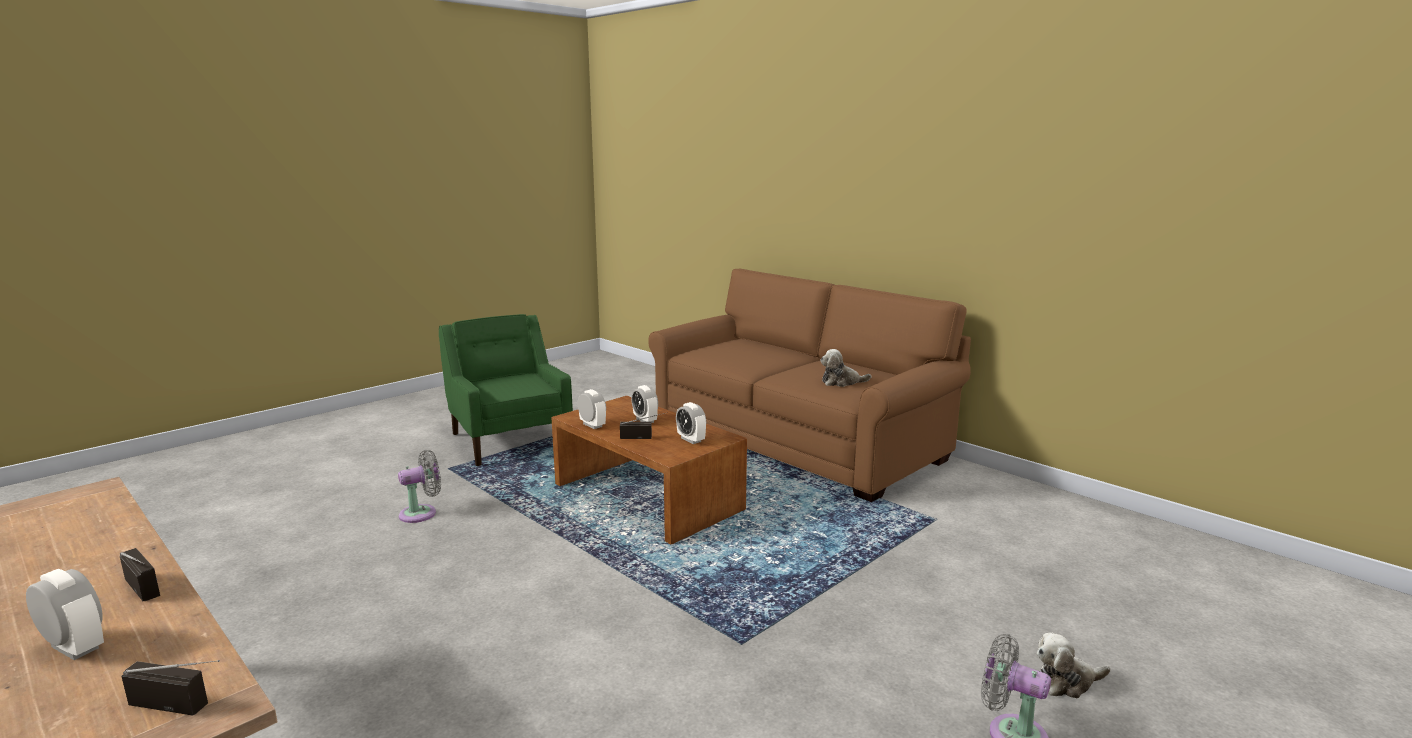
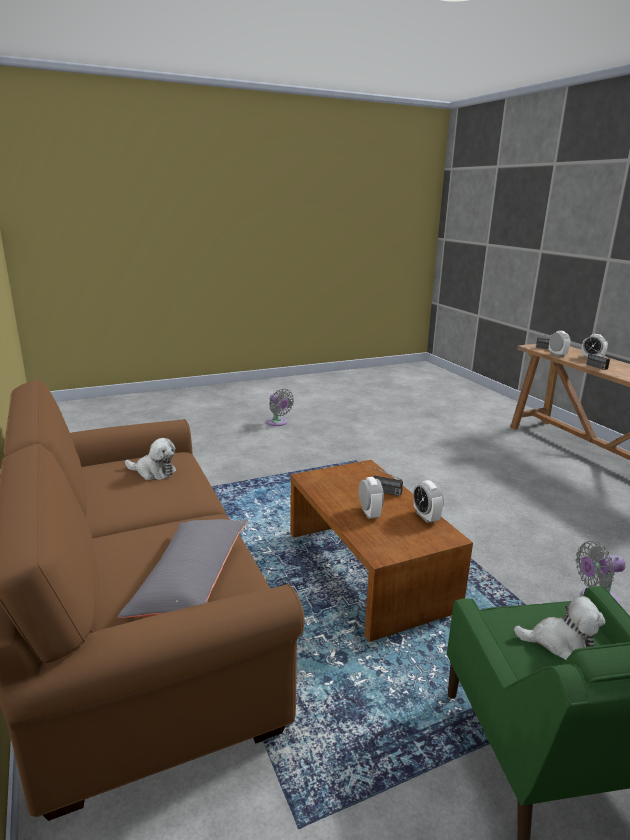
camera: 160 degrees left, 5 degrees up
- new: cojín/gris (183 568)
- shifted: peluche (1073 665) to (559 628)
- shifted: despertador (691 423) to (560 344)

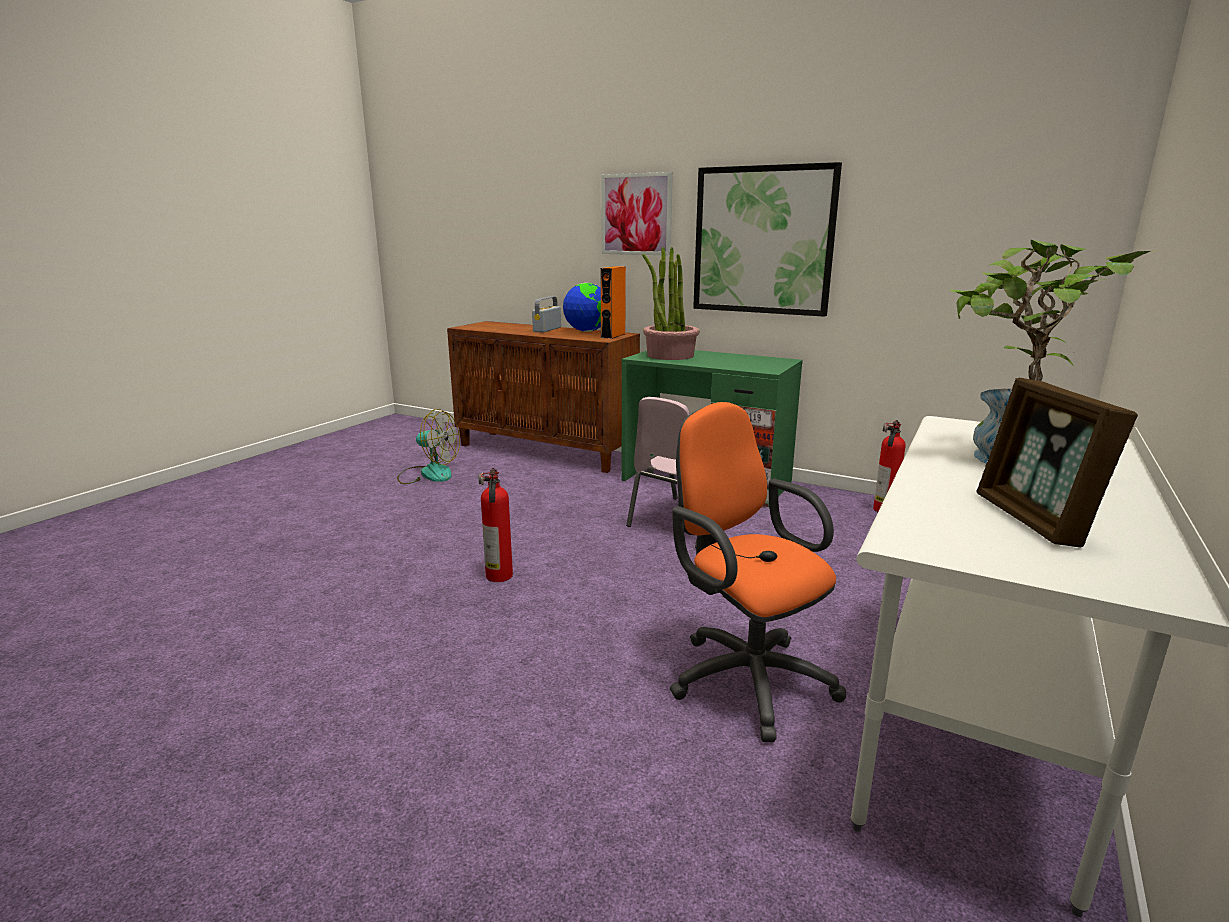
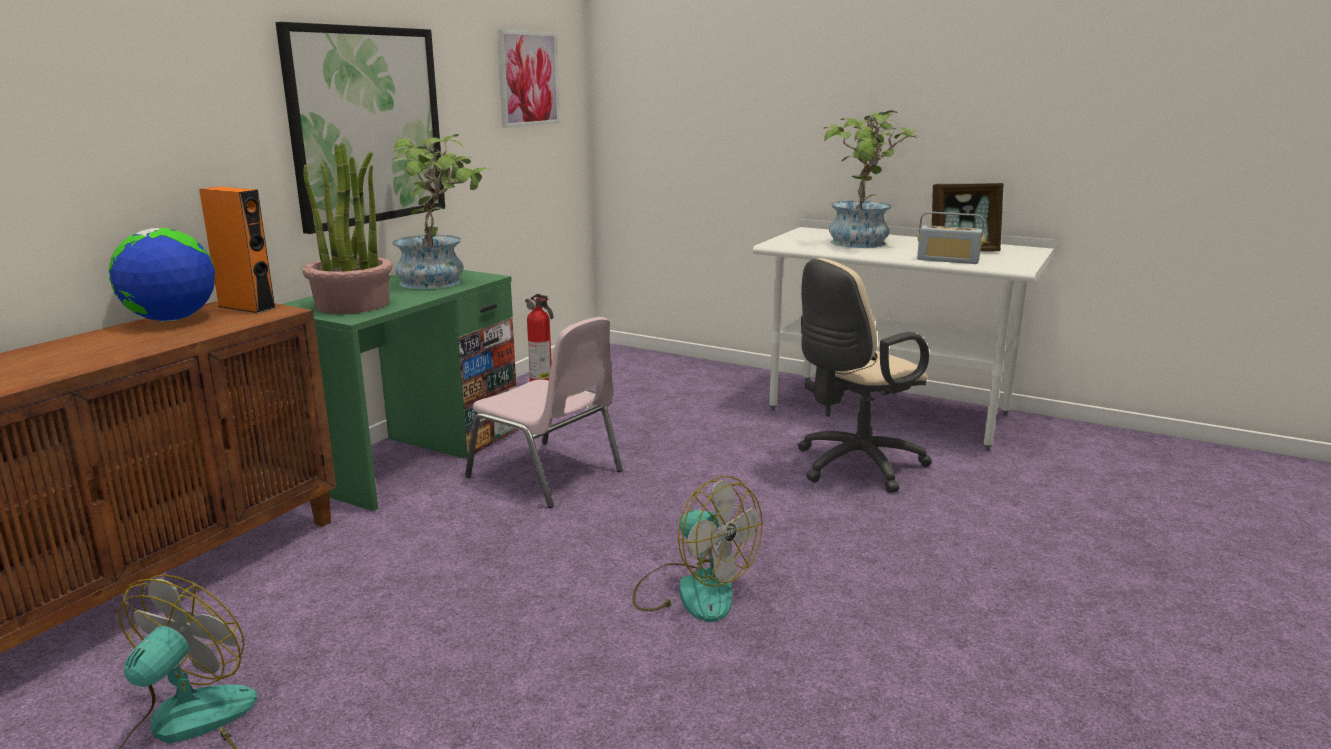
camera: 90 degrees left, 0 degrees up
- new: planta en maceta (441 211)
- shifted: cuadro (637 213) to (528 78)
- swapped: extintor (496 525) to ventilador (698 549)
- repainted: silla de oficina/naranja (758 572) to silla de oficina/beis (864 375)
- shifted: radio (546 314) to (950 238)

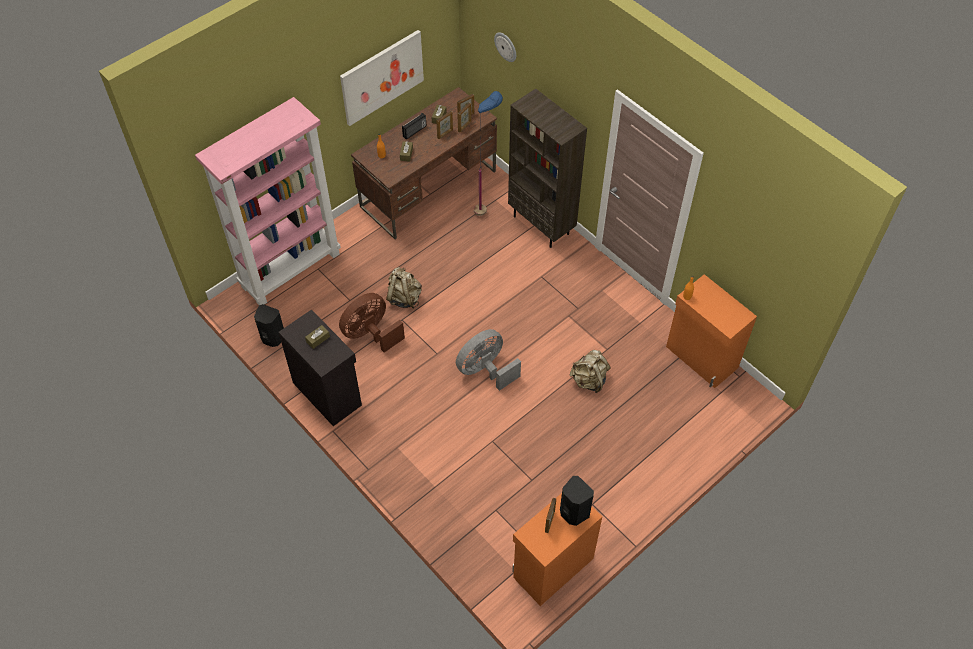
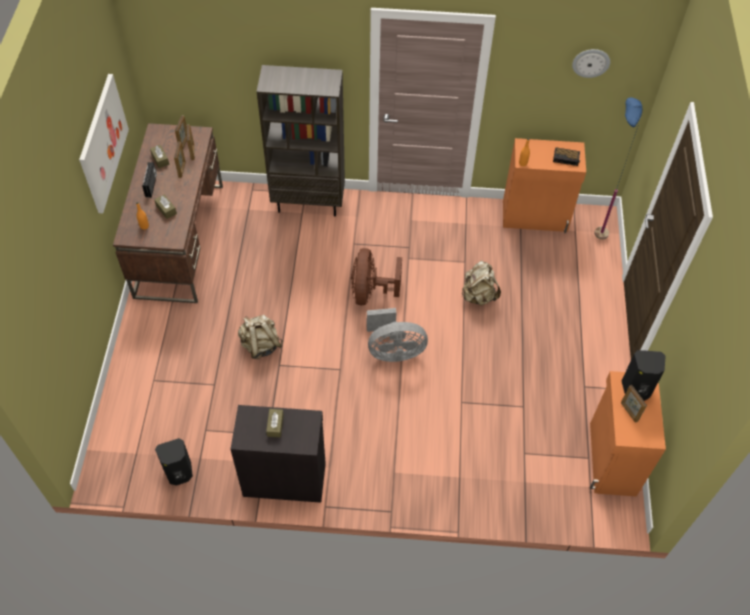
camera: 45 degrees left, 0 degrees up
- shifted: ventilador/marrón (372 323) to (376 276)
- rotated: ventilador/gris (488 360) = (397 335) 105 degrees counterclockwise
- new: despertador (566 156)
- shifted: reloj de pared (505 47) to (591 63)
- shifted: lámpara de pie/azul (488 153) to (618 168)
- gone: estantería/rosa (268 201)

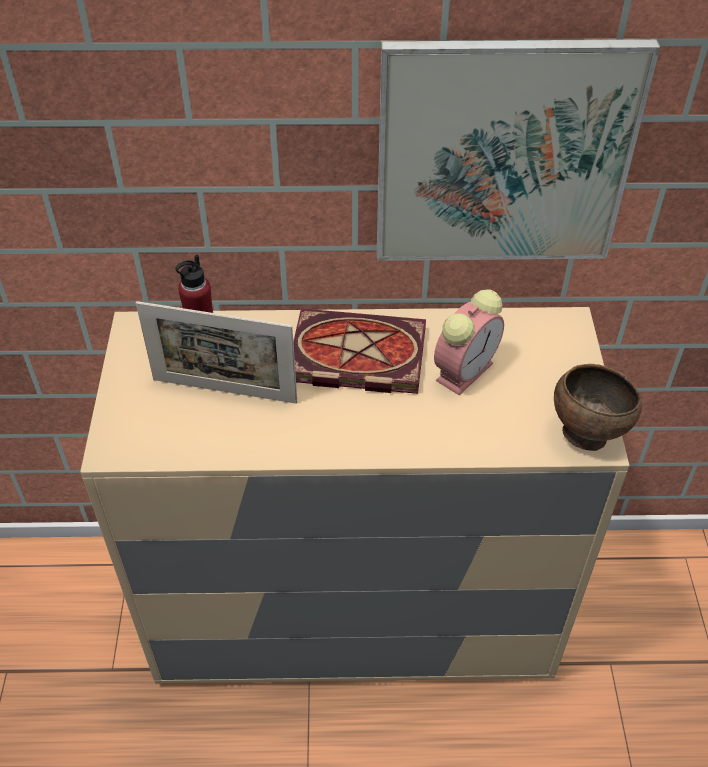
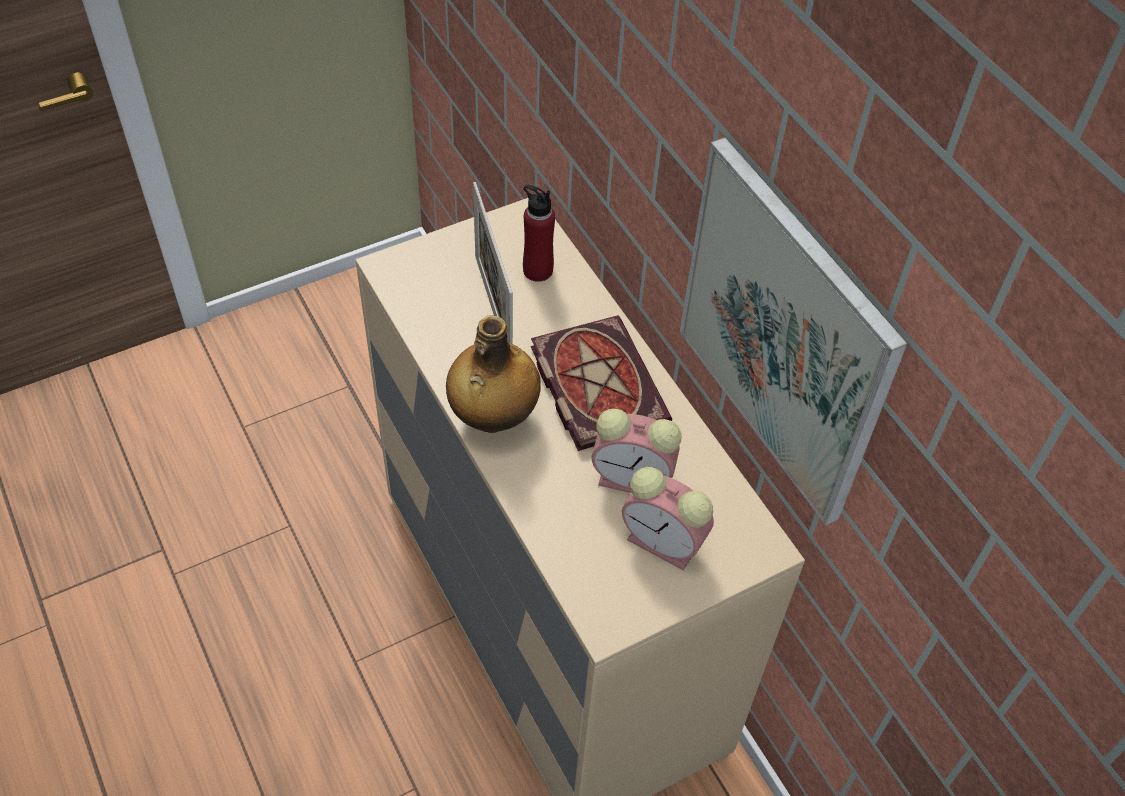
camera: 60 degrees right, 5 degrees up
- new: botella (493 374)
- new: despertador (668 518)
- gone: cuenco/marrón (598 407)

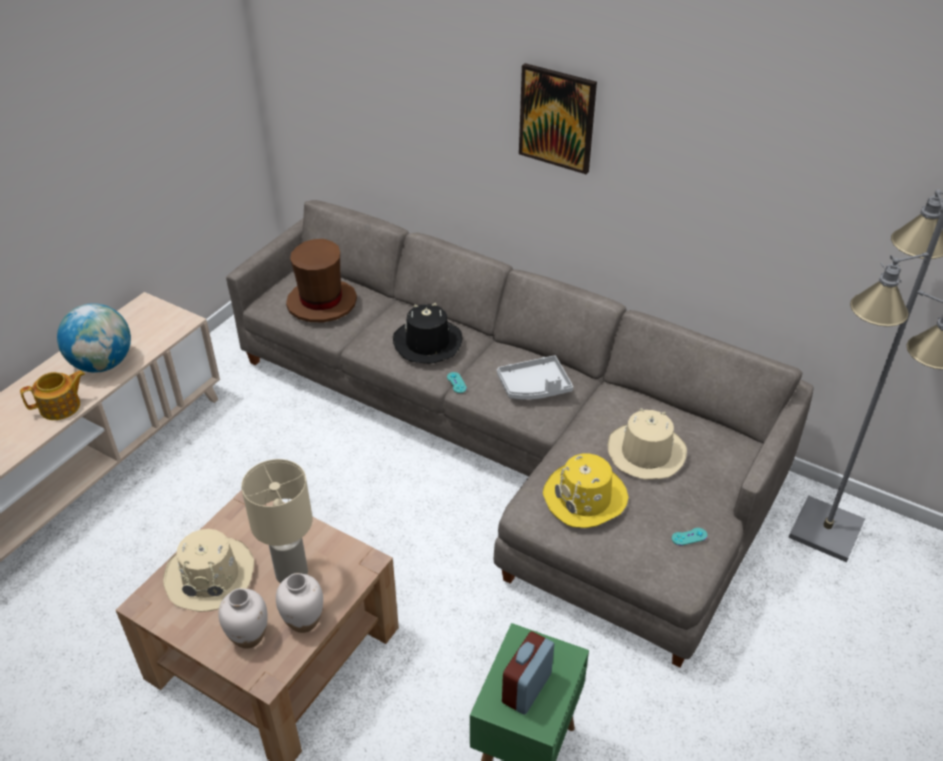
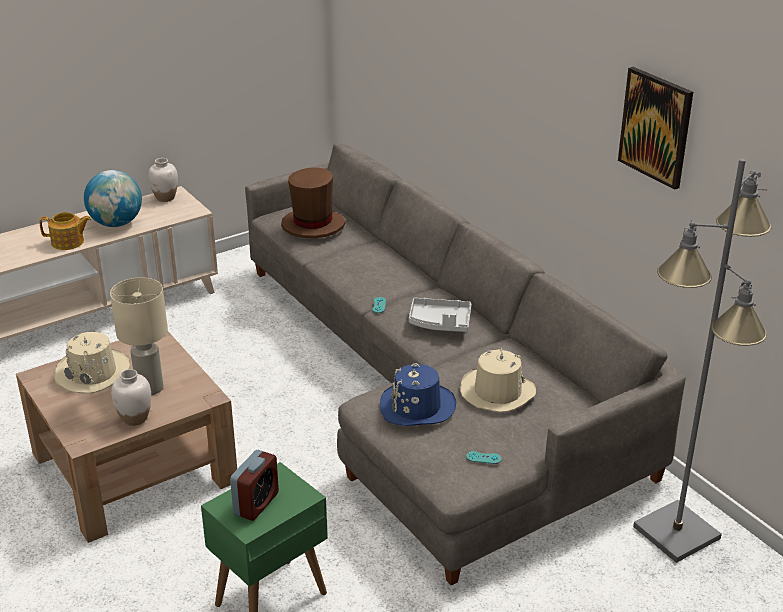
camera: 25 degrees right, 10 degrees down
- shifted: florero/blanco (243 618) to (163 180)
- rotated: despertador (528 673) = (254 485) 150 degrees clockwise
- repainted: sombrero/amarillo (586 491) to sombrero/azul (418 394)
- shifted: cuadro (558 118) to (655 128)
- gone: sombrero/negro (428 333)

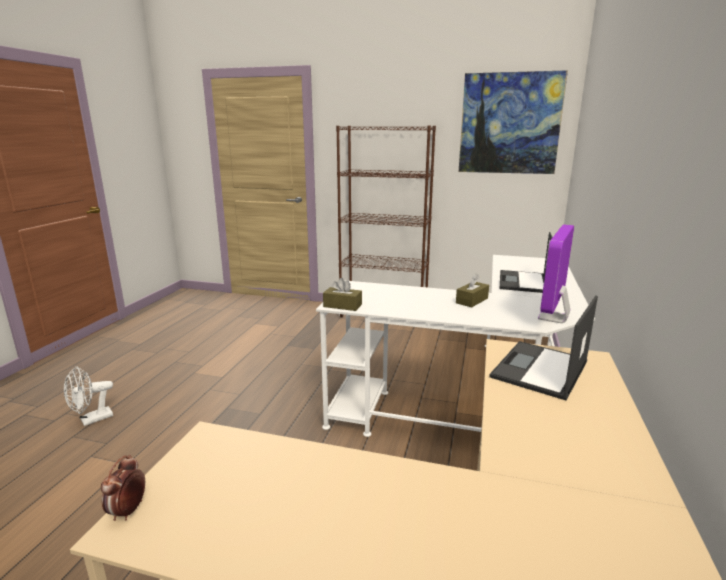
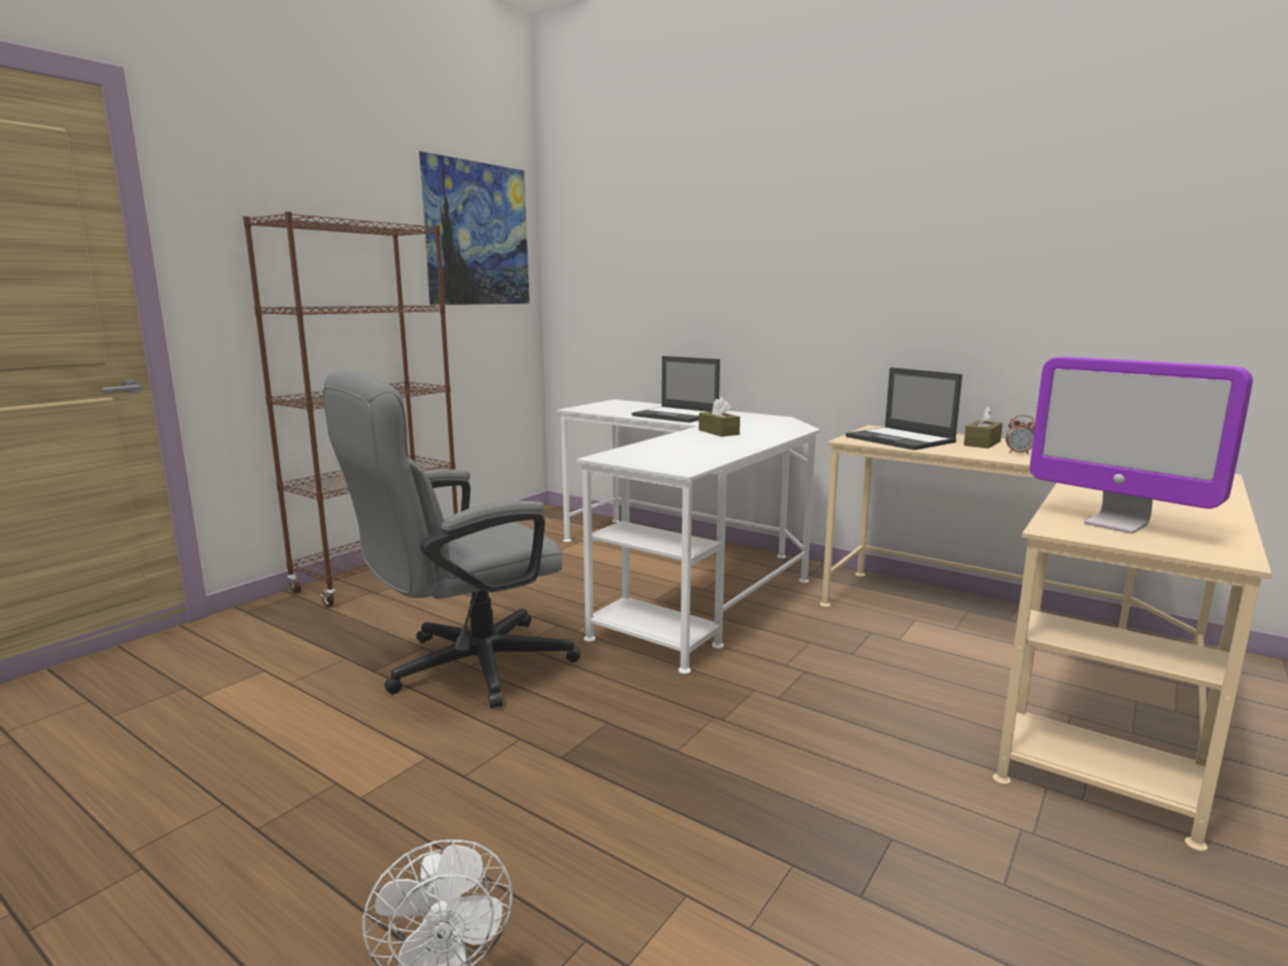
camera: 70 degrees left, 5 degrees down
- new: silla de oficina/gris (452 539)
- shifted: caja de pañuelos/marrón (342 294) to (983 427)
- shifted: despertador (123 488) to (1020 435)
- shifted: monitor (556 273) to (1141 445)

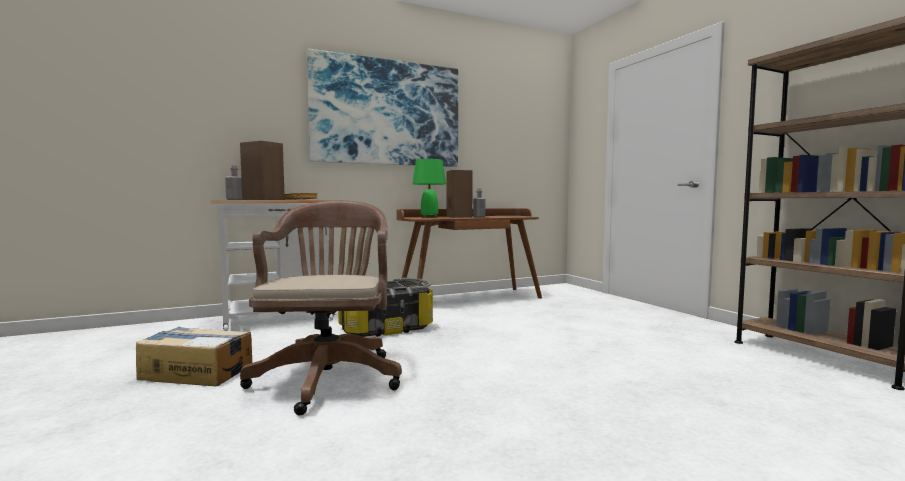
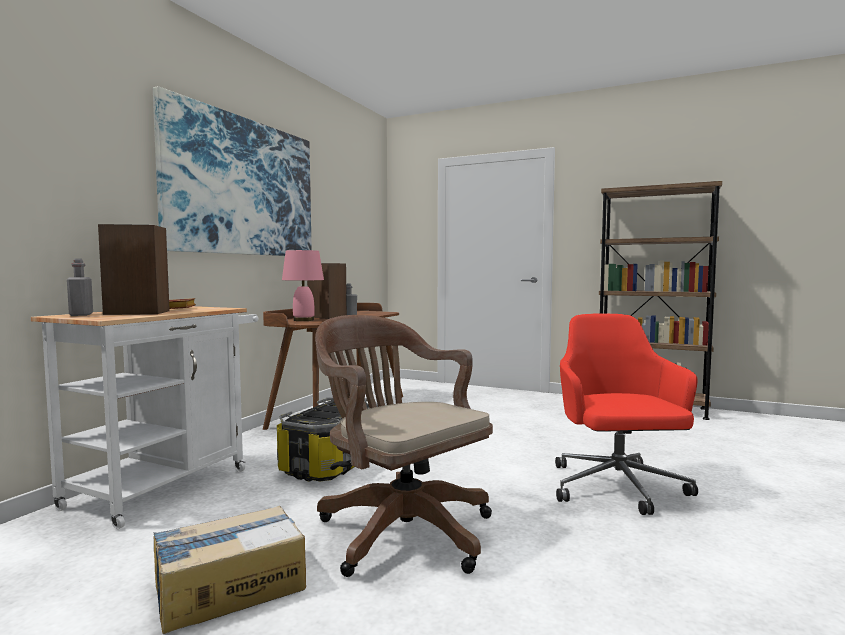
camera: 40 degrees left, 0 degrees up
- repainted: lámpara de mesa/verde (429 188) to lámpara de mesa/rosa (303 285)
- new: silla de oficina/rojo (626 414)

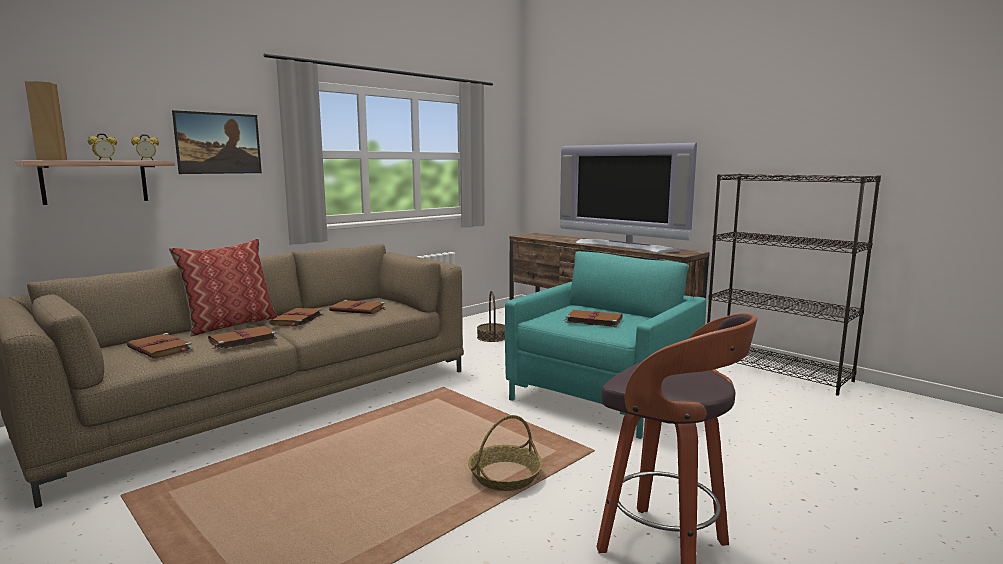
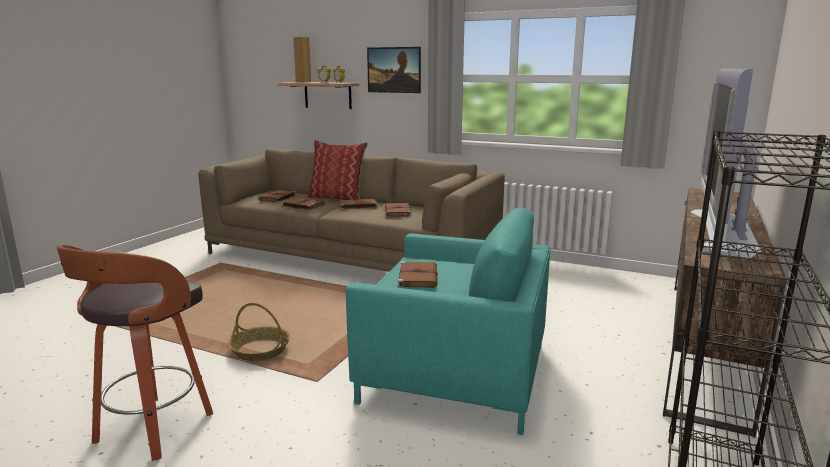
camera: 70 degrees right, 5 degrees up
- gone: cesta (491 316)

